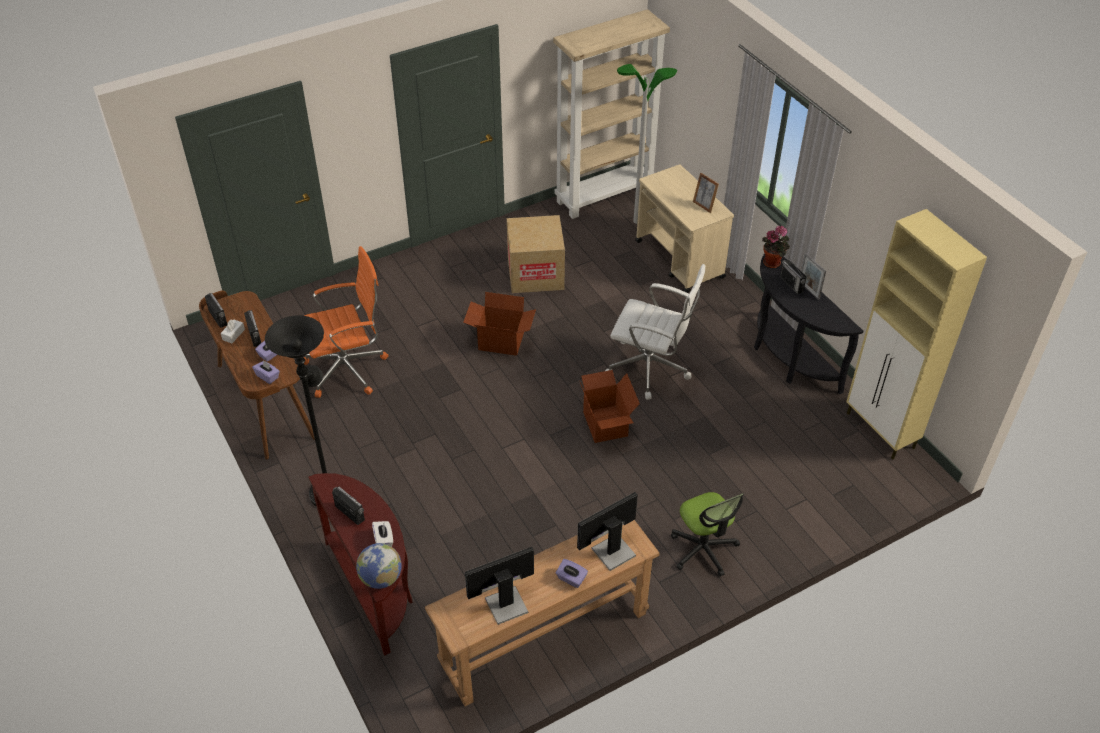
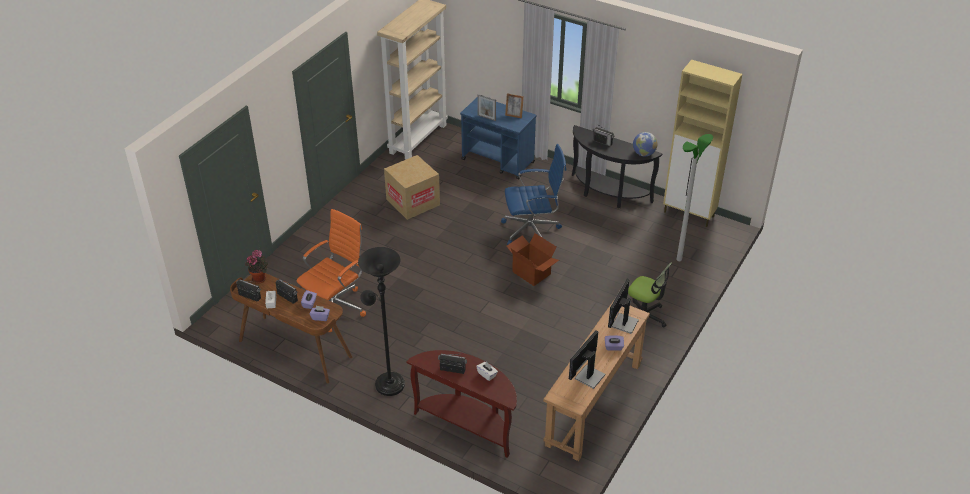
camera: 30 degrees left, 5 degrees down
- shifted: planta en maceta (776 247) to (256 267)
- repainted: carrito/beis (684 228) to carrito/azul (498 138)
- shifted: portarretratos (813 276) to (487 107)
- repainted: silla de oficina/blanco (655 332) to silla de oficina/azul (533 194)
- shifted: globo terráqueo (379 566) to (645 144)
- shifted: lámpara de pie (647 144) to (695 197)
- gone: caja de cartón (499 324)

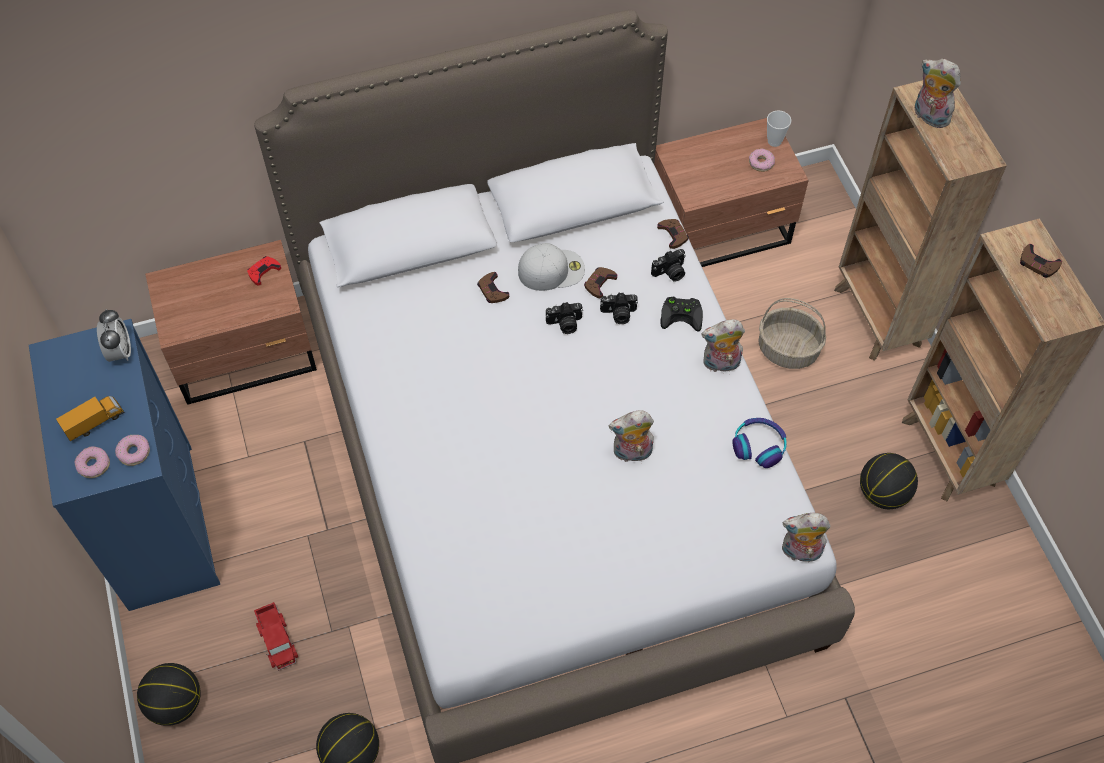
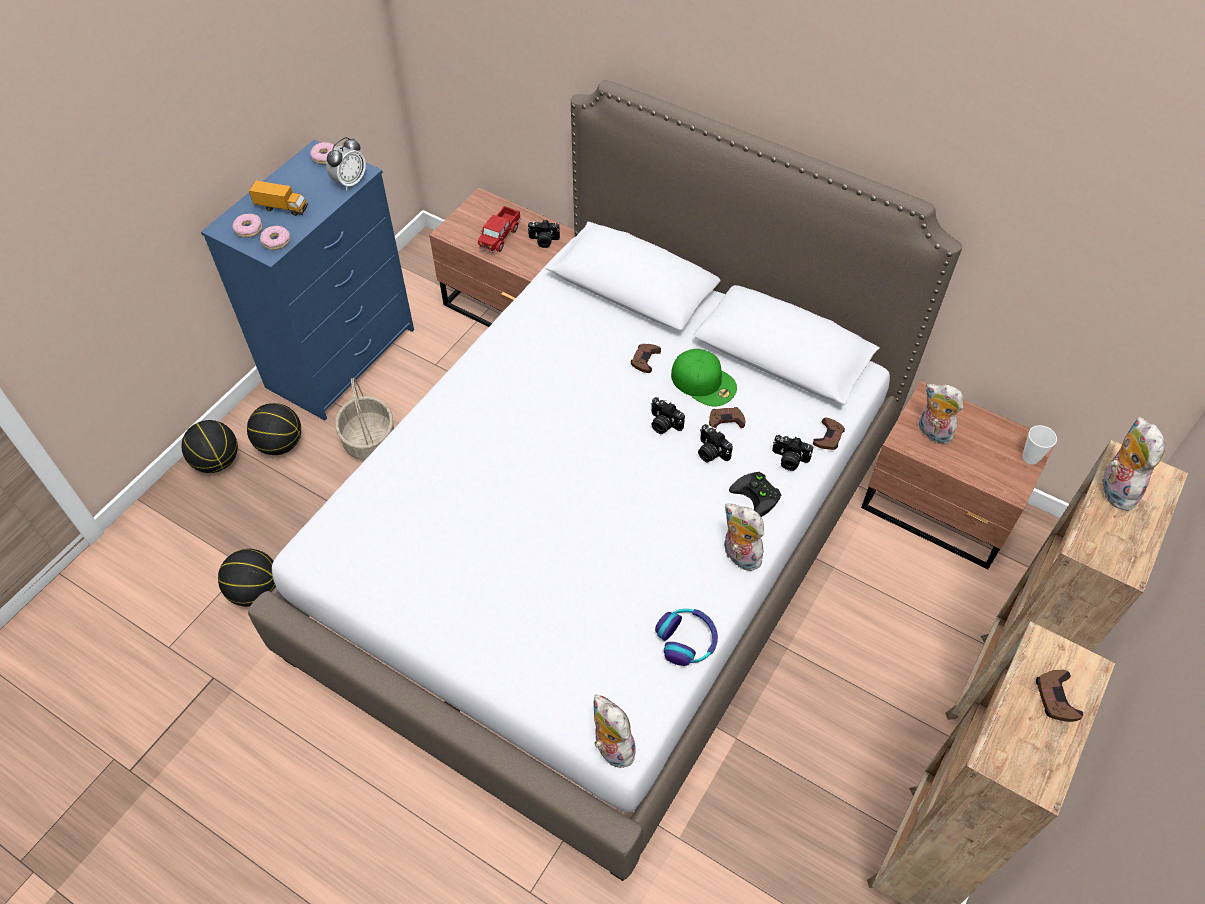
camera: 50 degrees right, 5 degrees down
- shifted: balón de baloncesto (889 481) to (274 429)
- shifted: rosquilla (762 160) to (323 153)
- shifted: cesta (792 333) to (364 419)
- shifted: camión de juguete (276 636) to (499 229)
- swapped: mando de consola/rojo (264 270) to cámara (544 234)
- repainted: gorra/blanco (551 267) to gorra/verde (704 378)
- shifted: peluche (631 436) to (941 414)

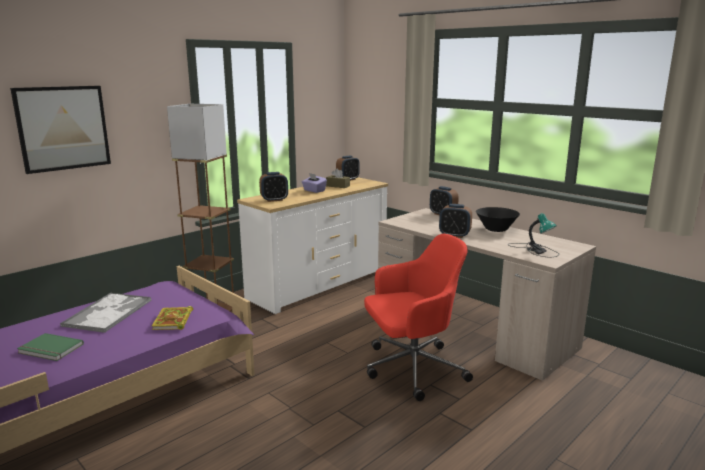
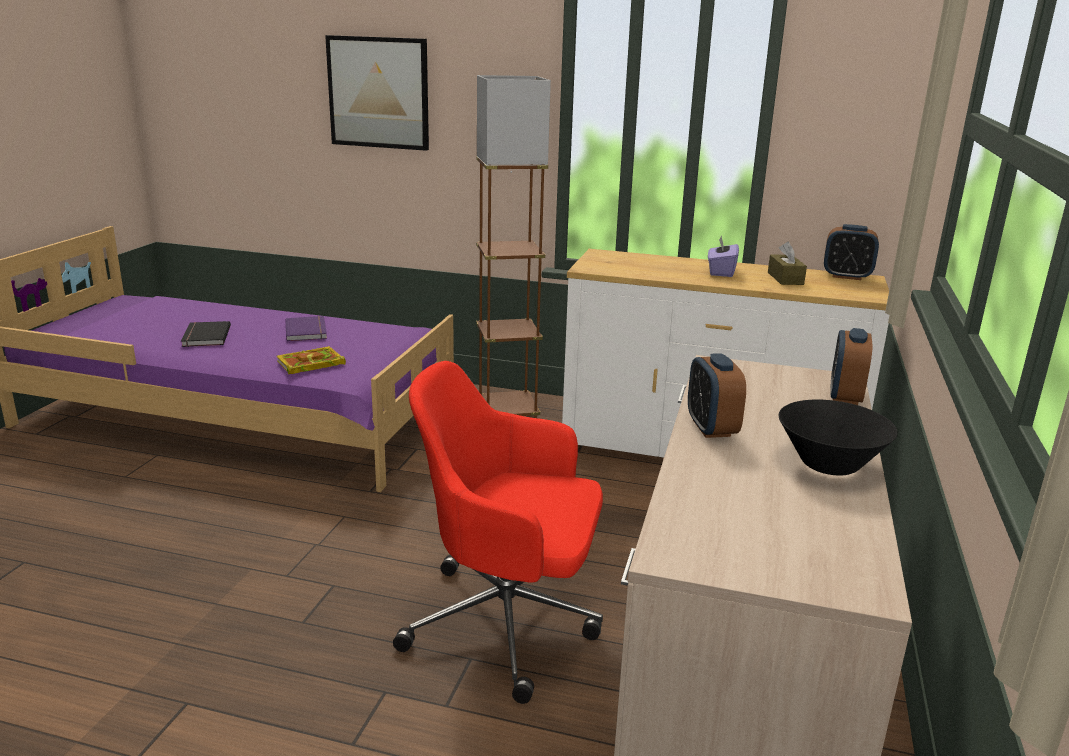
camera: 60 degrees right, 5 degrees up
- repainted: libro/verde (50 347) to libro/negro (206 334)
- swapped: bandeja (105 313) to libro/morado (306 328)
- rotated: silla de oficina/rojo (418 317) = (498 532) 150 degrees clockwise
- gone: despertador (273 187)
- gone: lámpara de mesa (533 235)

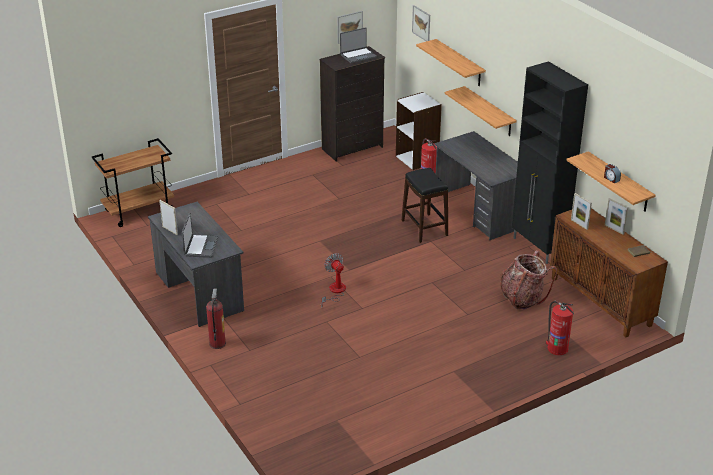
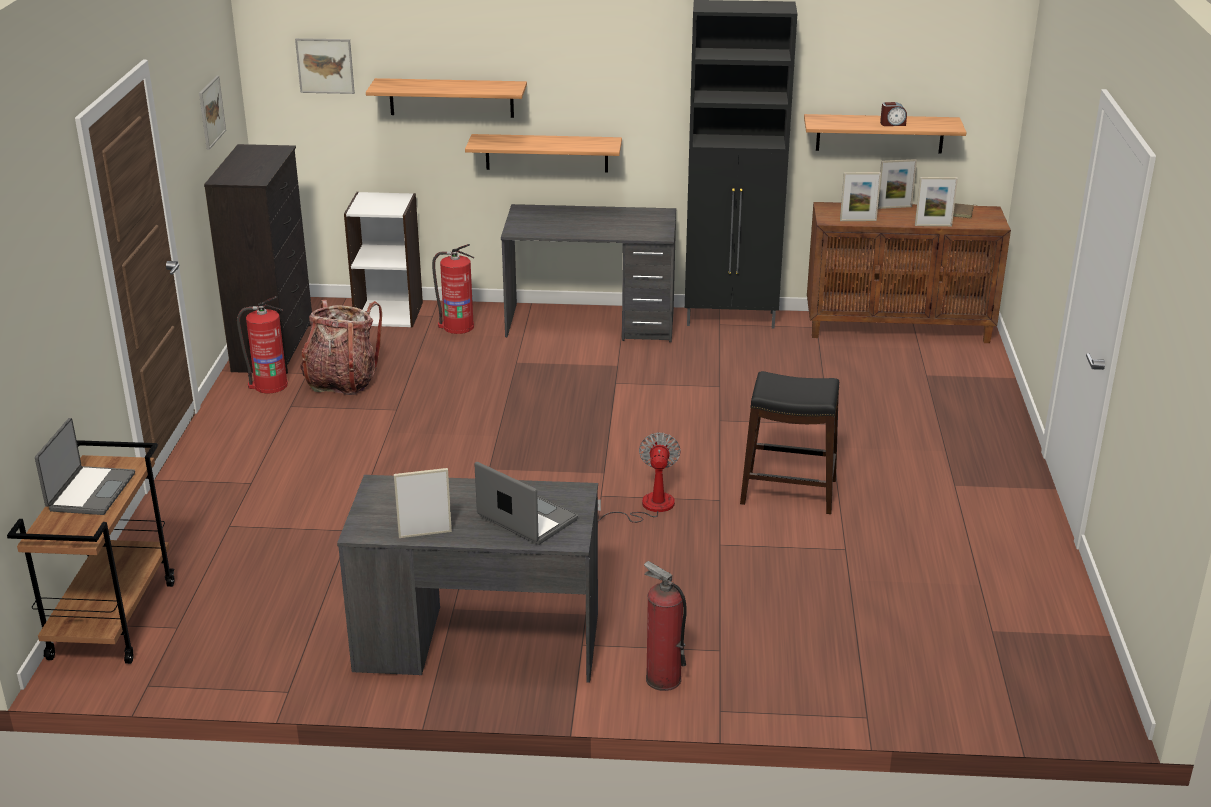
camera: 55 degrees left, 5 degrees down
- shifted: portátil (358 45) to (85 466)
- shifted: extintor (560 328) to (262 344)
- shifted: mochila (528 279) to (341 347)
- rotated: ventilador (333 280) = (639 478) 90 degrees clockwise
- shifted: taburete/negro (425 205) to (789 442)
- new: portarretratos (936 201)

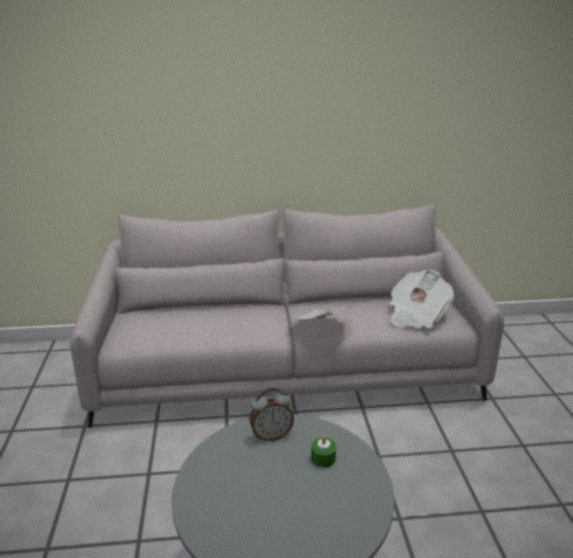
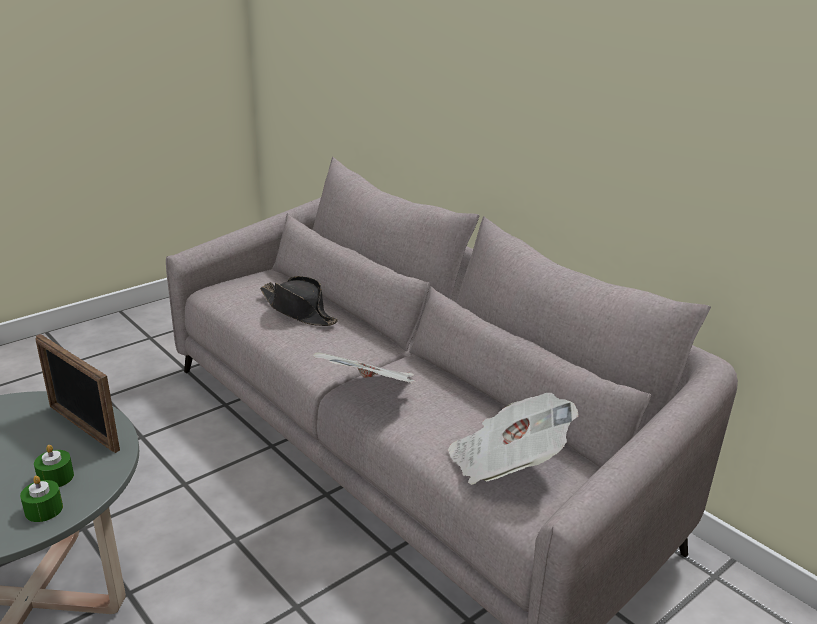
camera: 55 degrees right, 0 degrees up
- new: vela/verde (41 499)
- swapped: despertador (272 414) to portarretratos (77 393)
- new: sombrero/negro (299 301)

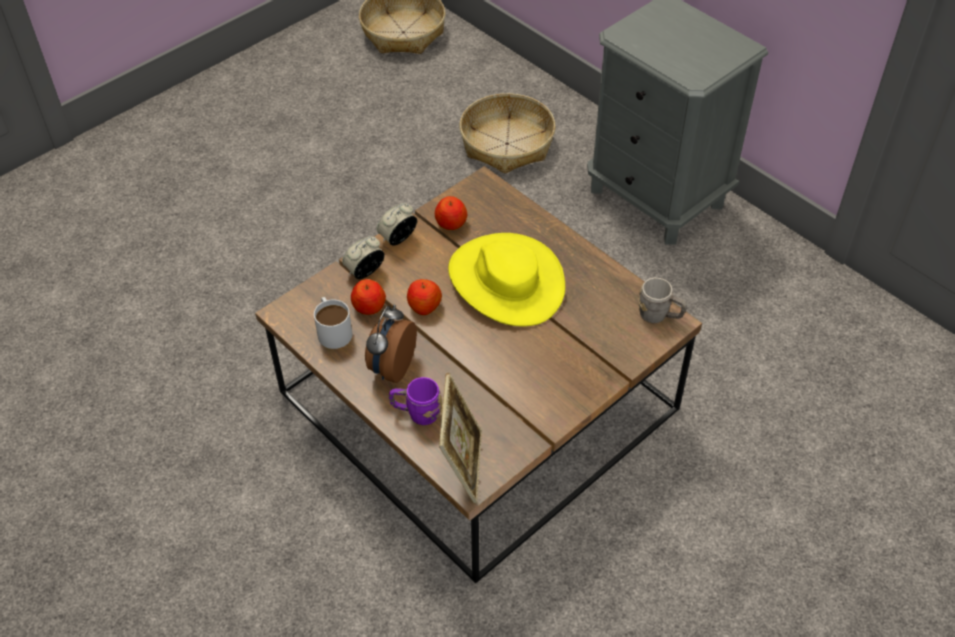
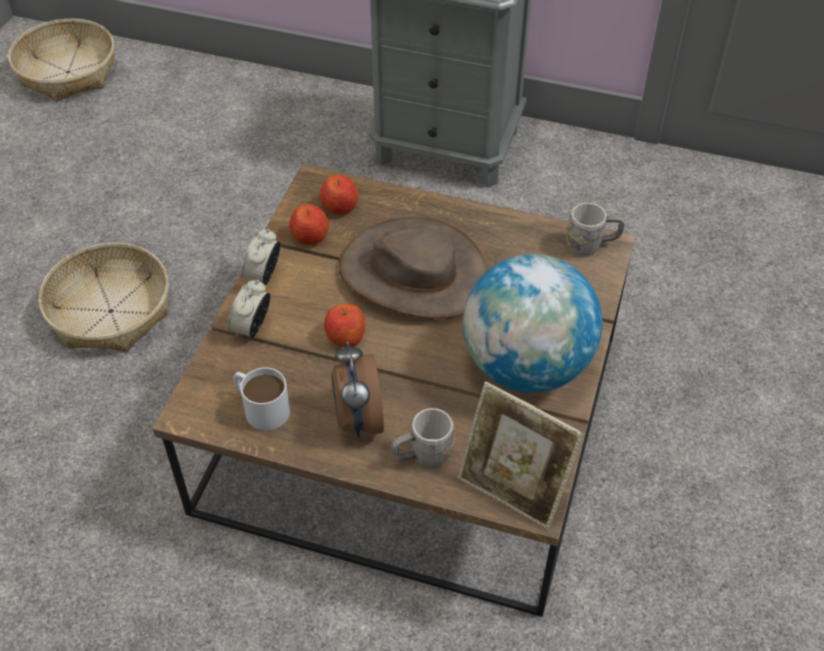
camera: 30 degrees left, 0 degrees up
- shifted: cesta (508 133) to (104 297)
- shifted: manzana (368 297) to (339 195)
- repainted: sombrero/amarillo (506 279) to sombrero/marrón (413 268)
- repainted: taza grande/morado (415 401) to taza grande/gris (423 438)
- rotated: portarretratos (460 437) = (520 456) 150 degrees clockwise
- new: globo terráqueo (533 323)

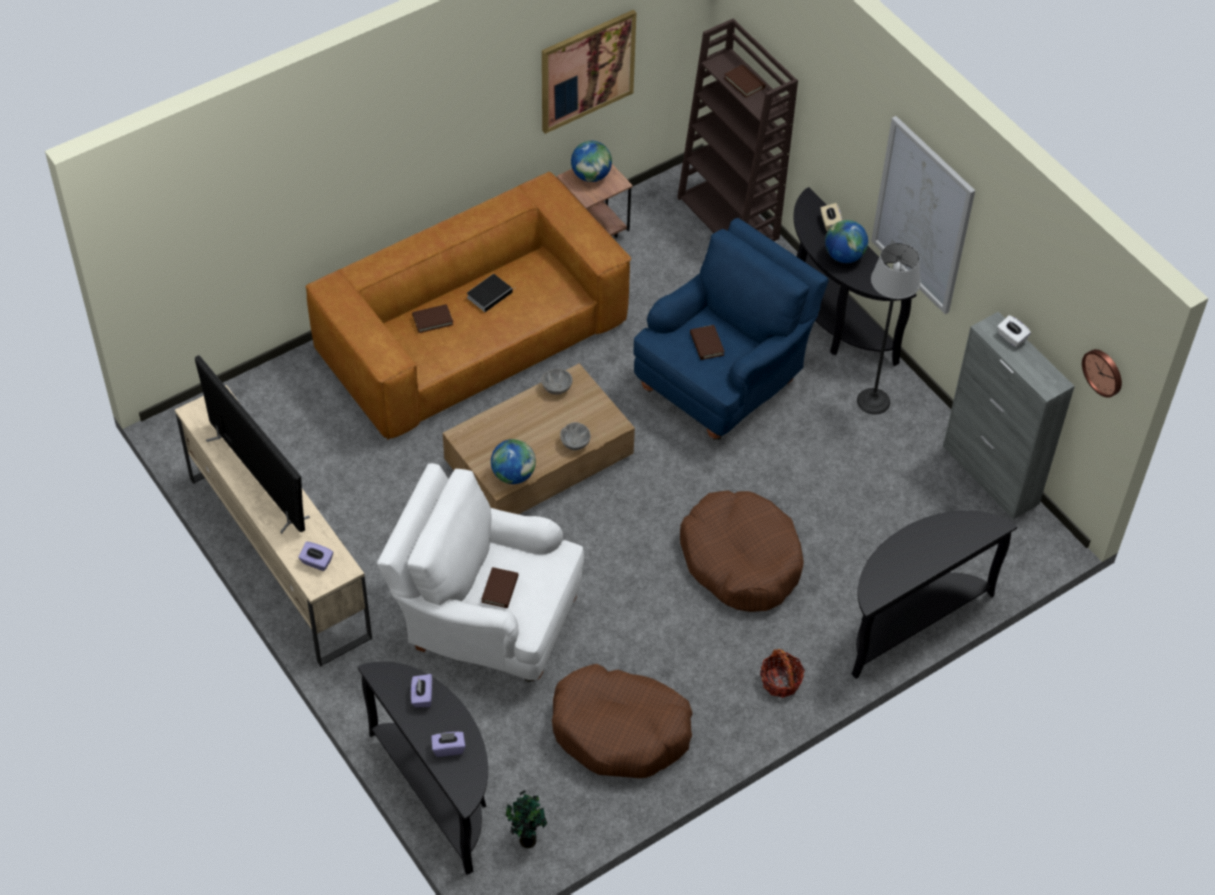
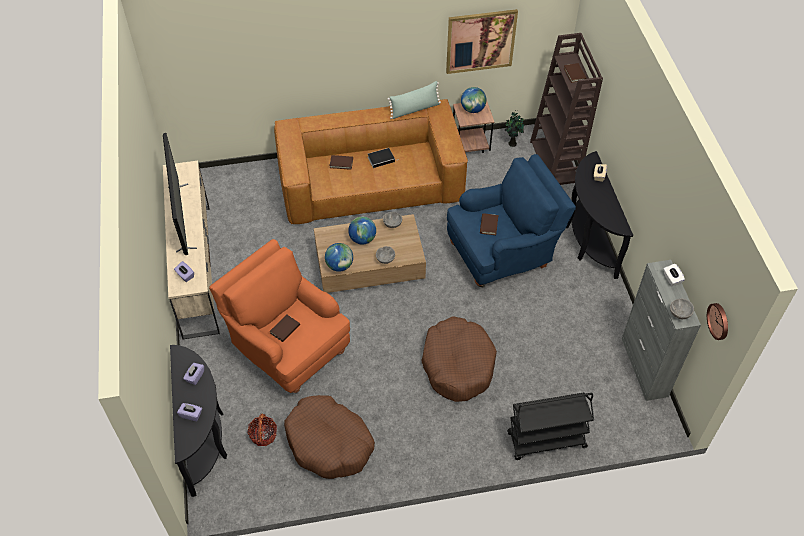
camera: 25 degrees right, 0 degrees up
- repainted: sillón/blanco (480 572) to sillón/naranja (279 316)
- shifted: cesta (782 673) to (262 430)
- shifted: globo terráqueo (846 241) to (362 231)
- new: cojín/verde (414 100)
- shifted: planta en maceta (526 819) to (514 128)
- swapped: mesa consola/negro (934 594) to carrito/negro (550 426)
- new: cuenco/gris (682 308)
- gone: lámpara de pie (889 329)
- gone: cuadro (923 215)

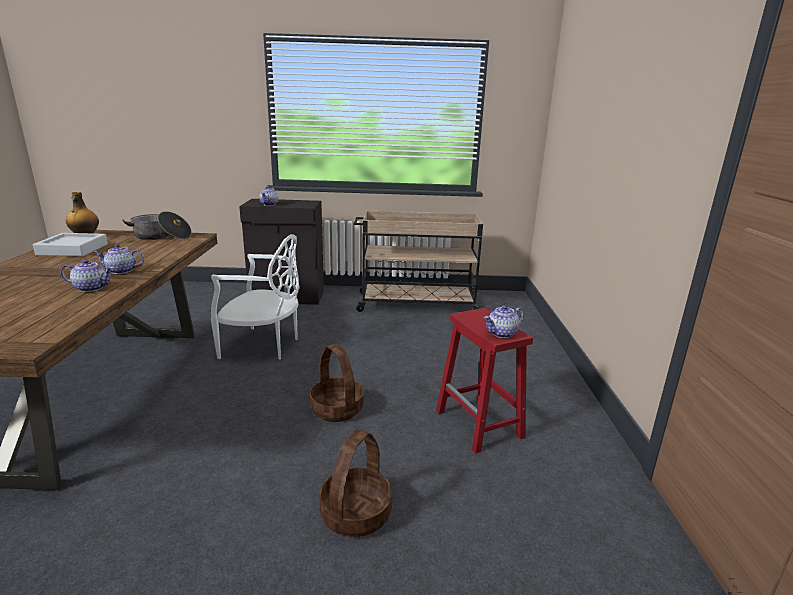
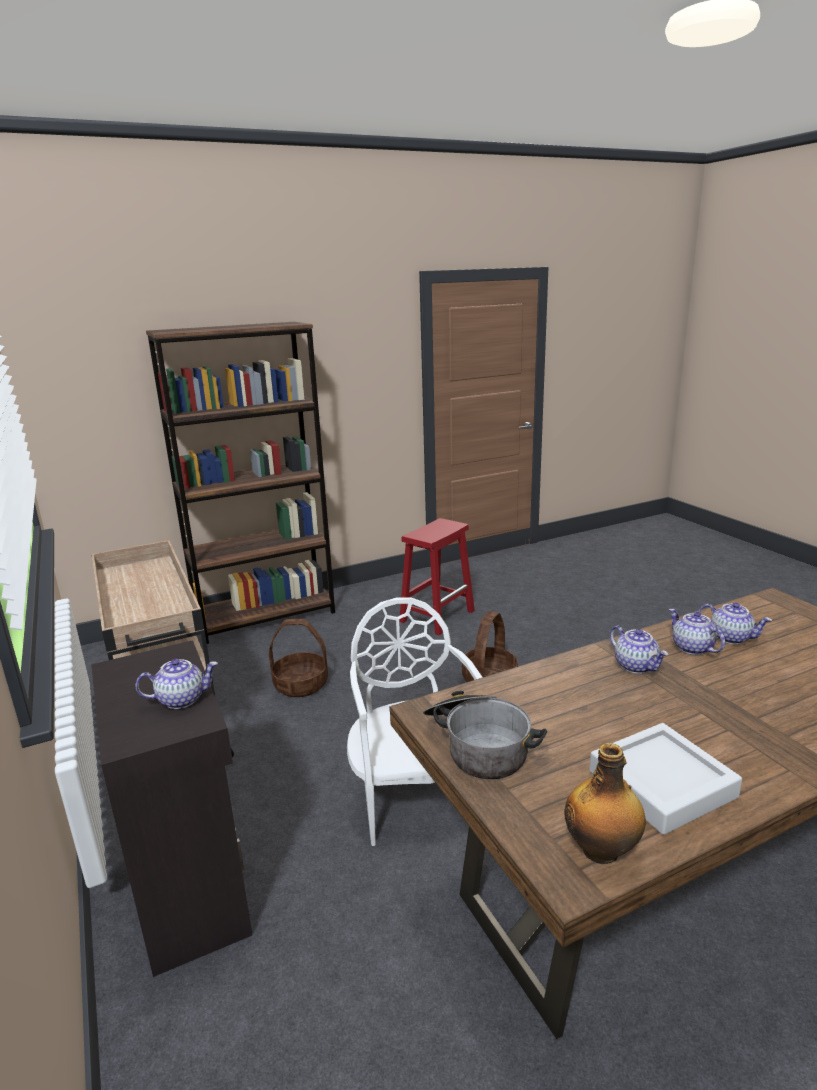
camera: 115 degrees left, 0 degrees up
- new: estantería/marrón (240 483)
- shifted: cesta (355 483) to (298 658)
- shifted: tetera (504 321) to (735 623)

